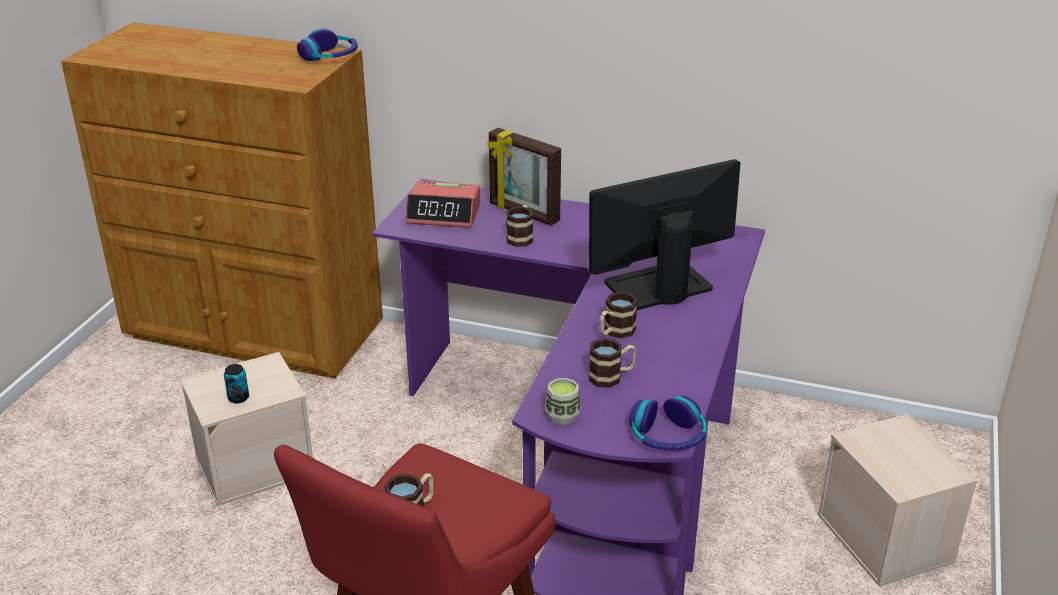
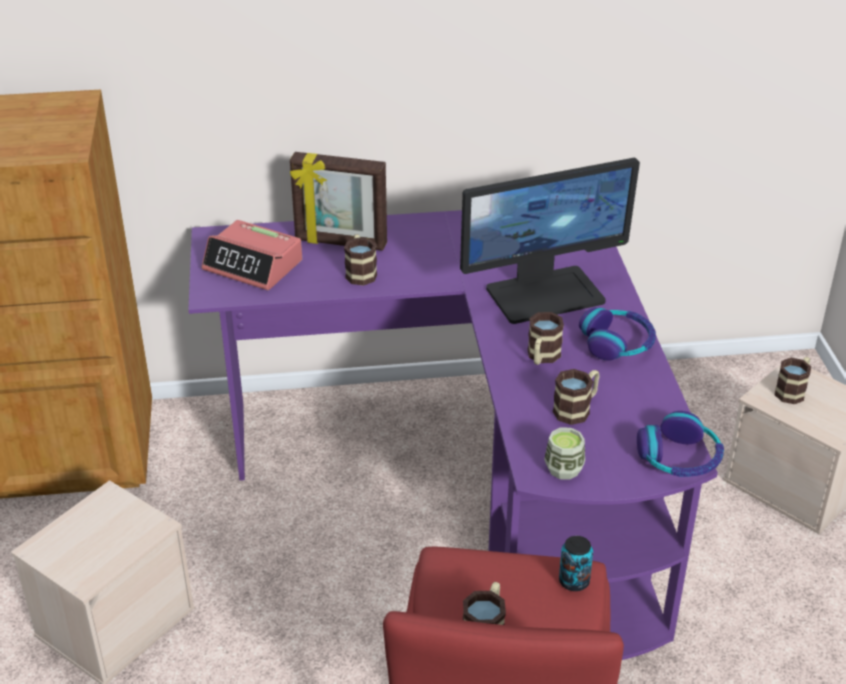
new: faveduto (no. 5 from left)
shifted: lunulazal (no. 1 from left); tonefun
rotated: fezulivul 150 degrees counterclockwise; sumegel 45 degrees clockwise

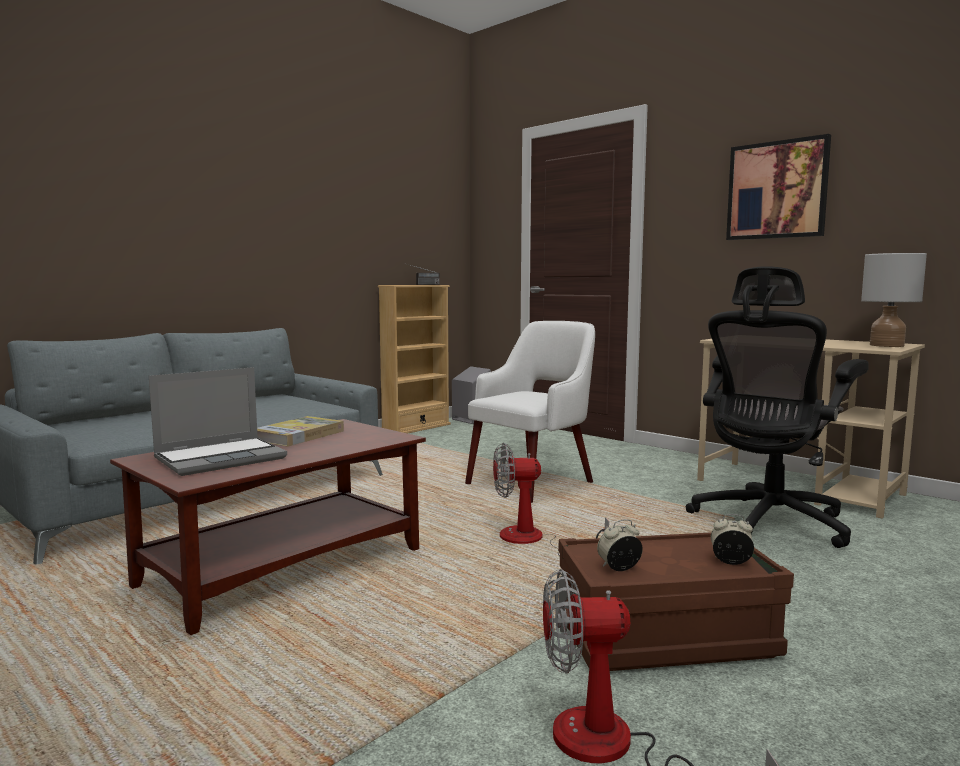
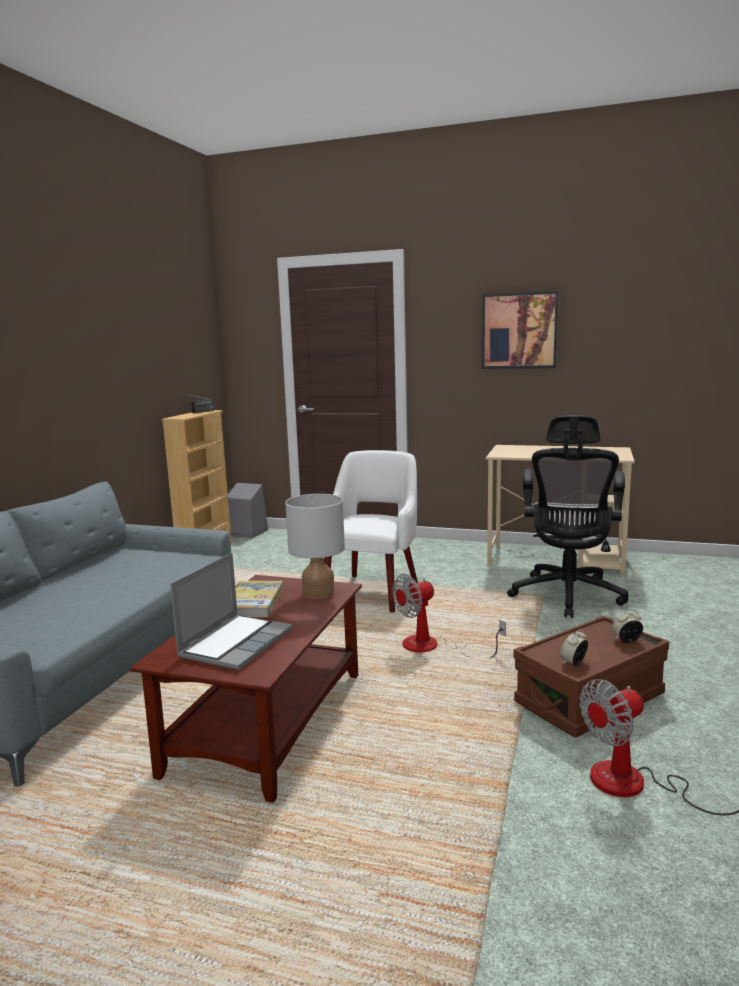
shifted: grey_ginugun

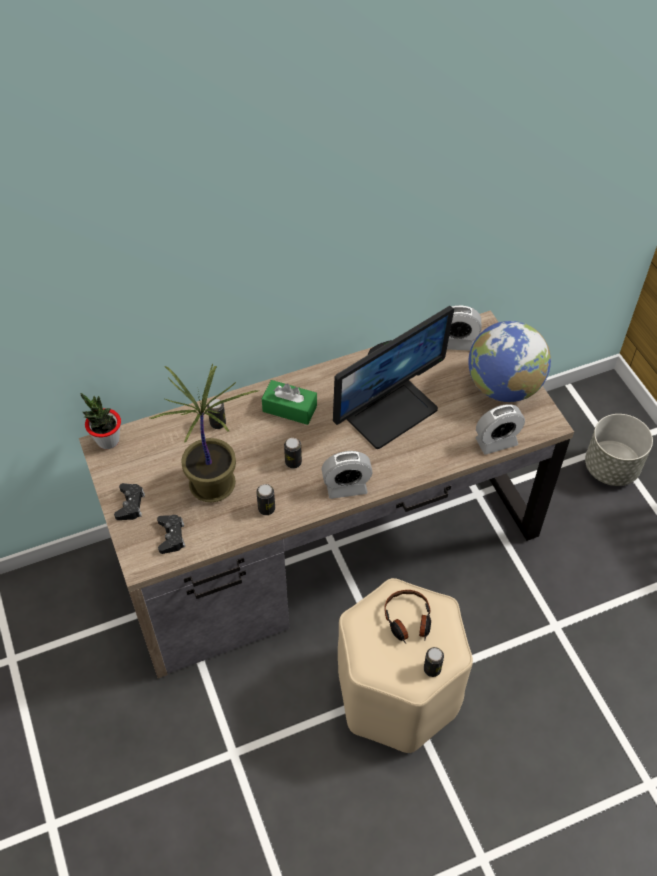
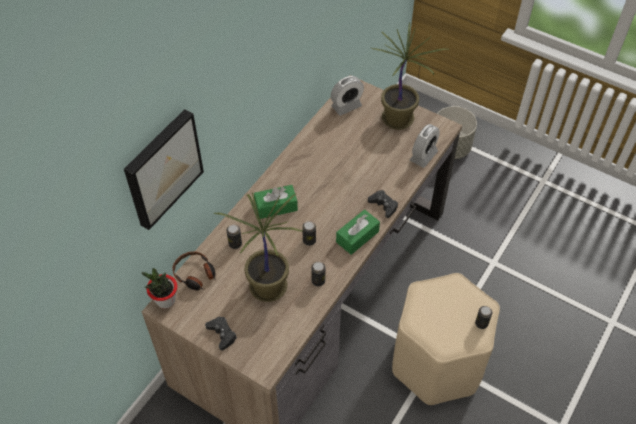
gone: fezulivul
new: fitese
shifted: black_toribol (no. 2 from left); lunulazal
swapped: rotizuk to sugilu (no. 3 from left); sumegel (no. 1 from left) to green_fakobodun (no. 2 from left)

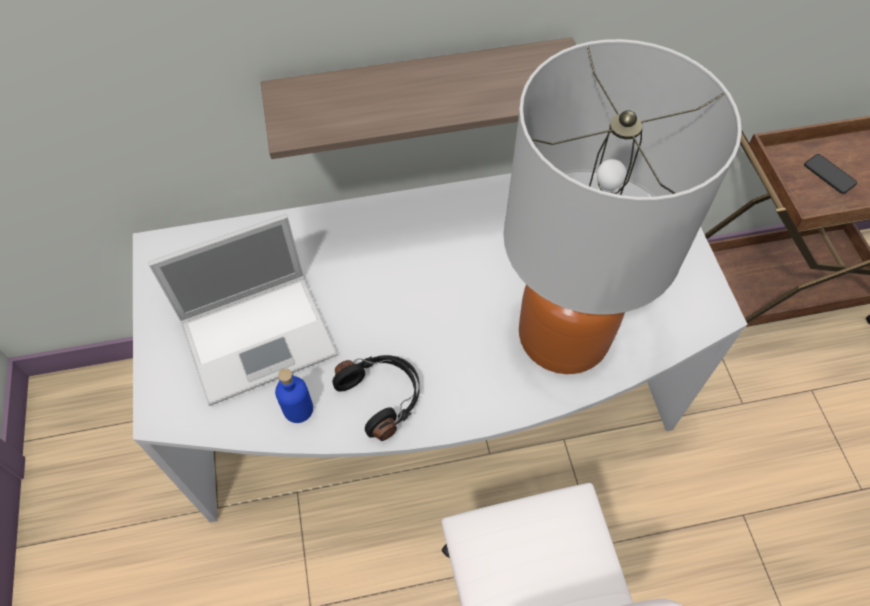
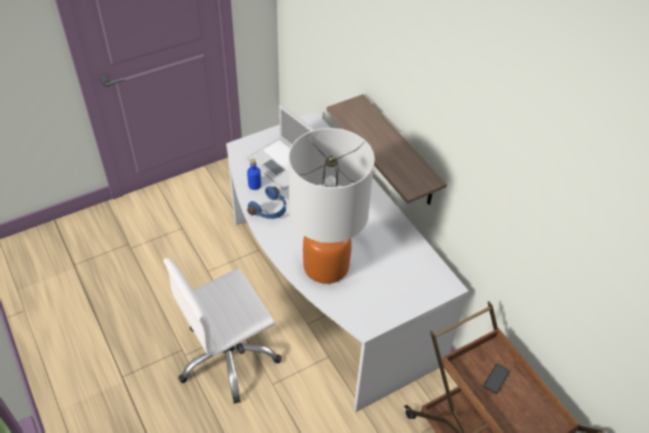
repainted: black_lunulazal to blue_lunulazal

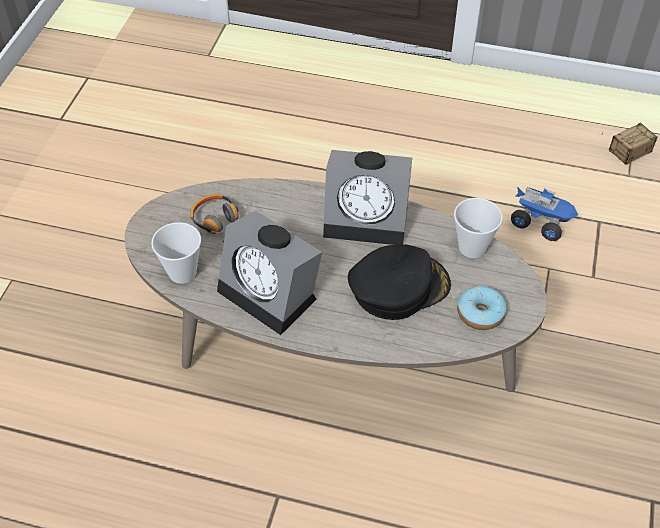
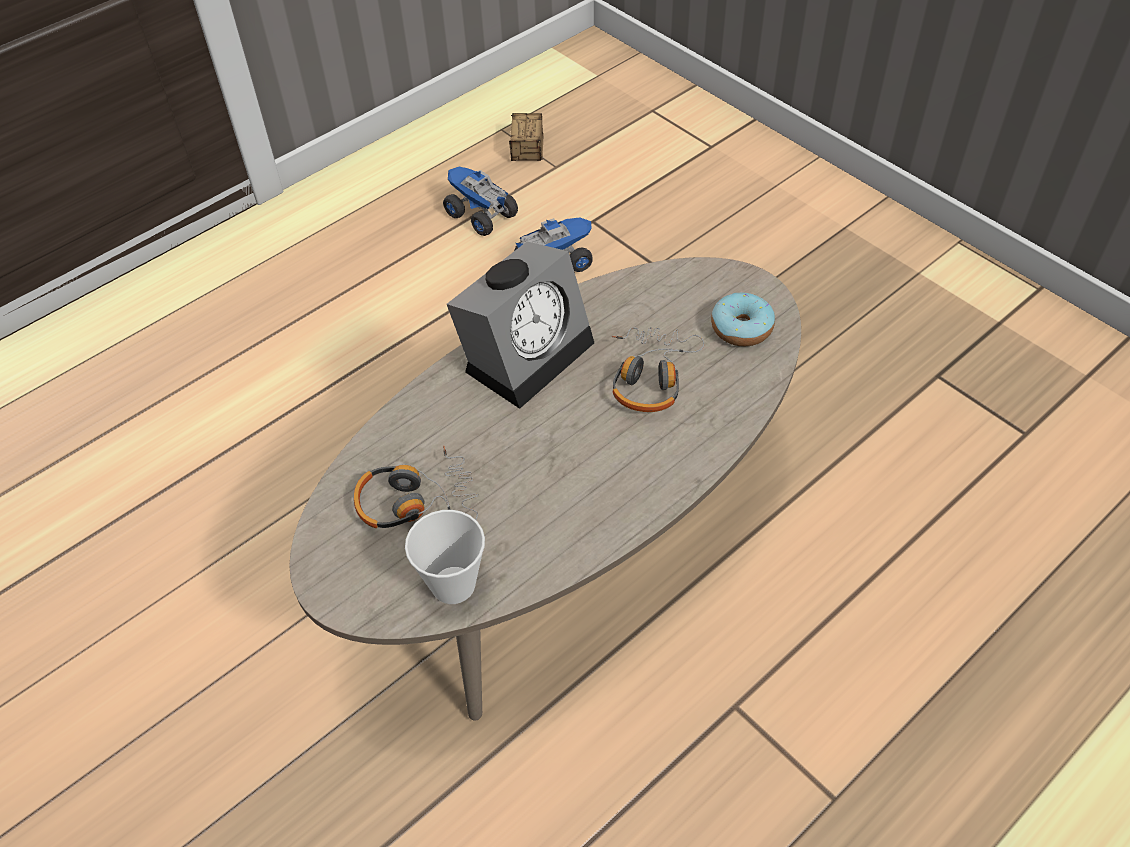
gone: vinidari (no. 2 from left); sumegel (no. 1 from left)
new: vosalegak (no. 1 from left)
swapped: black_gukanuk to lunulazal (no. 2 from left)

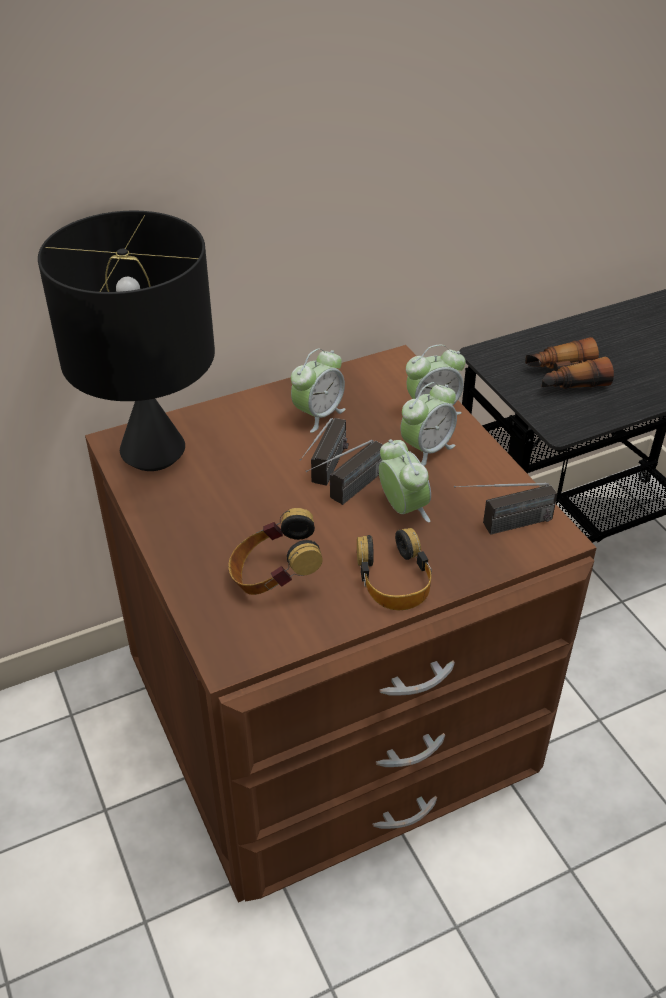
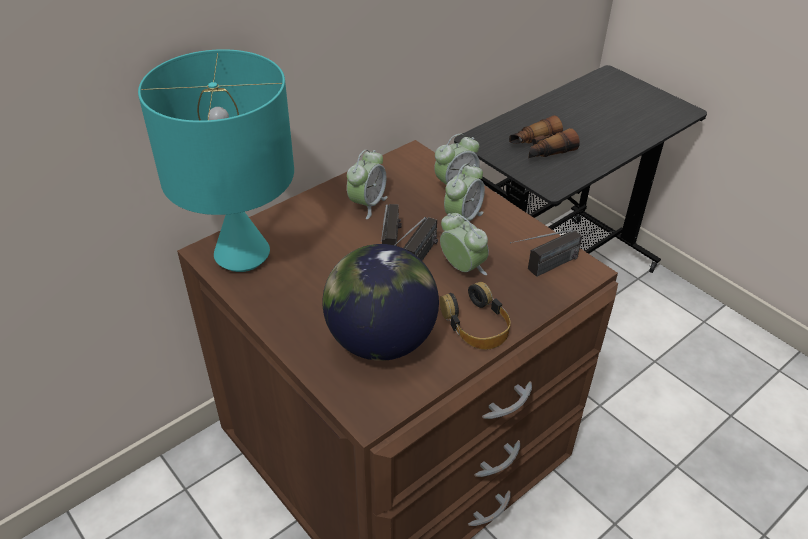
swapped: lunulazal (no. 1 from left) to rotizuk
repainted: black_ginugun to turquoise_ginugun

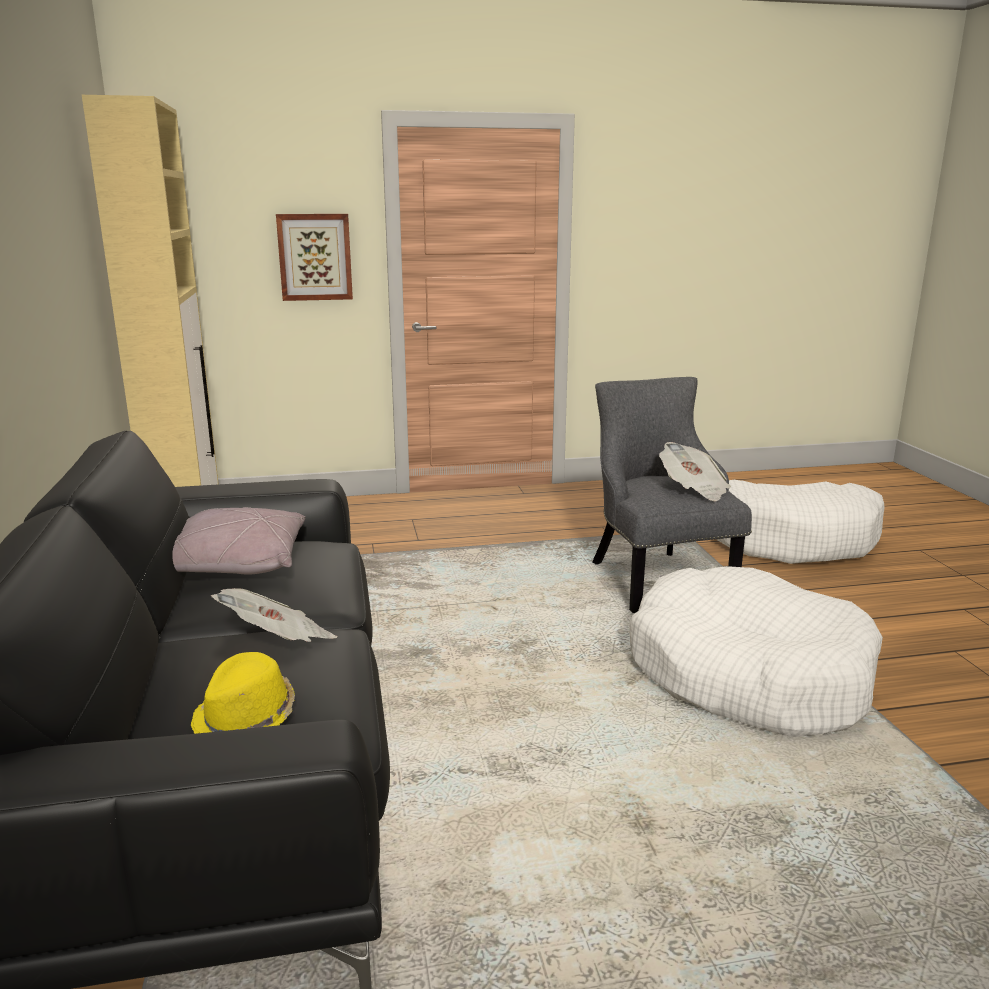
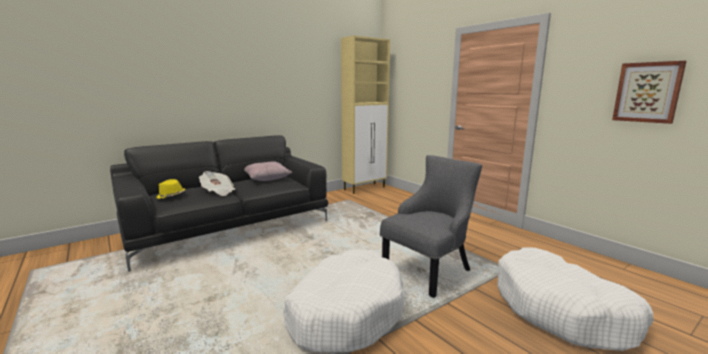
gone: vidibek (no. 2 from left)
shifted: fitese

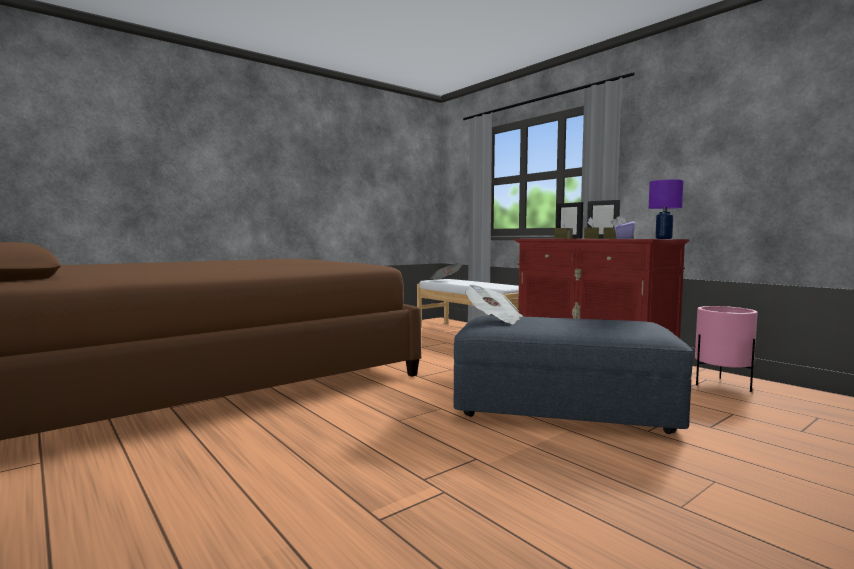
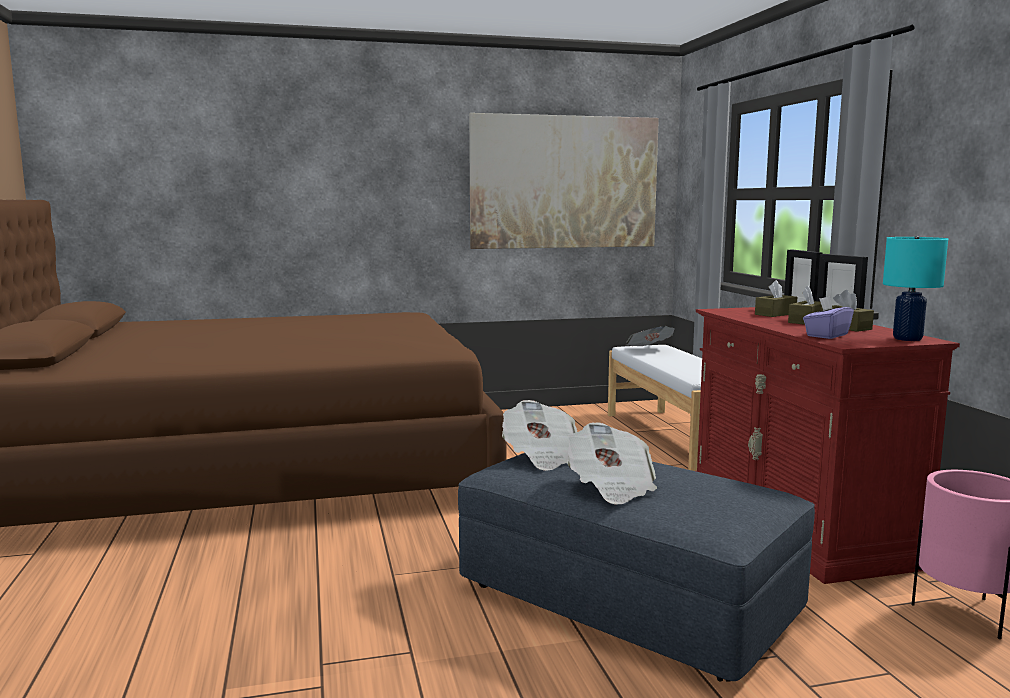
new: fitese; vidibek (no. 2 from left)
repainted: purple_ginugun to turquoise_ginugun

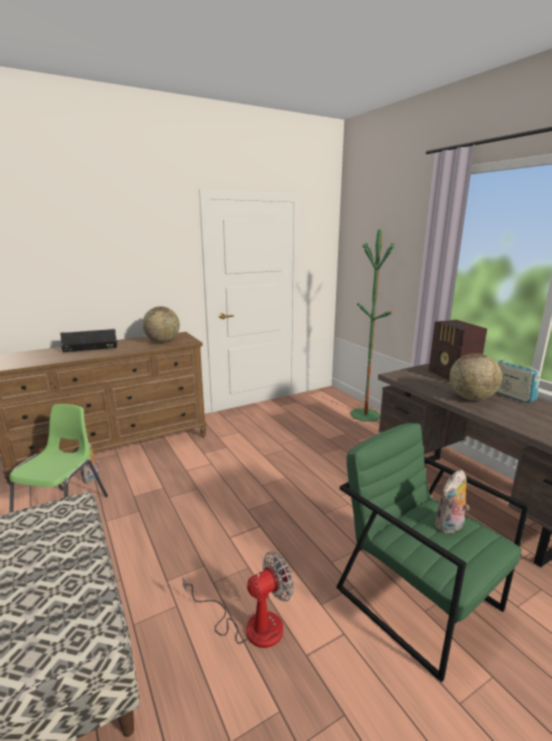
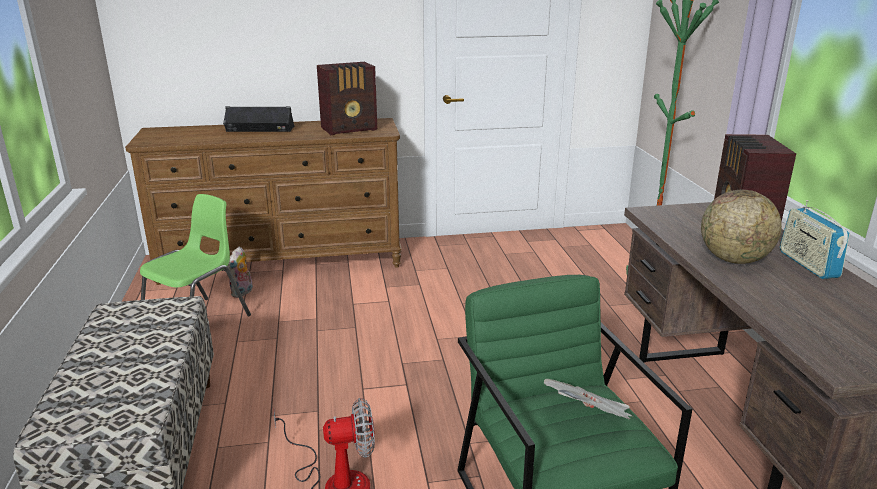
swapped: rotizuk (no. 1 from left) to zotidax (no. 1 from left); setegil (no. 2 from left) to vidibek

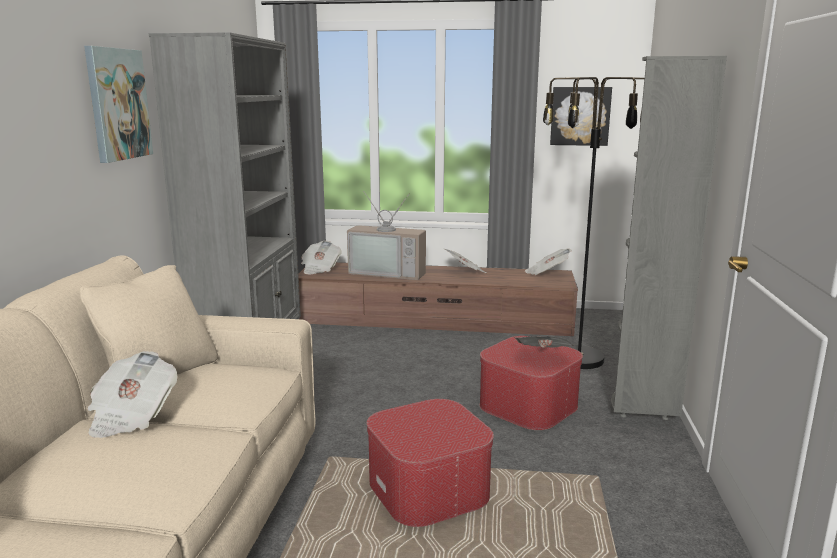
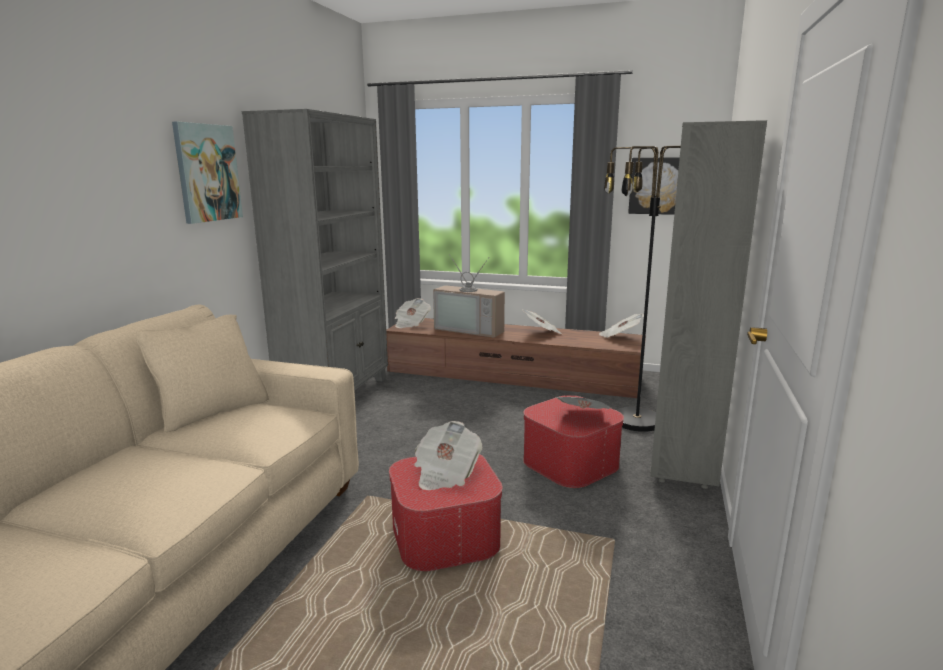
shifted: vidibek (no. 1 from left in the first image) to vidibek (no. 2 from left)

